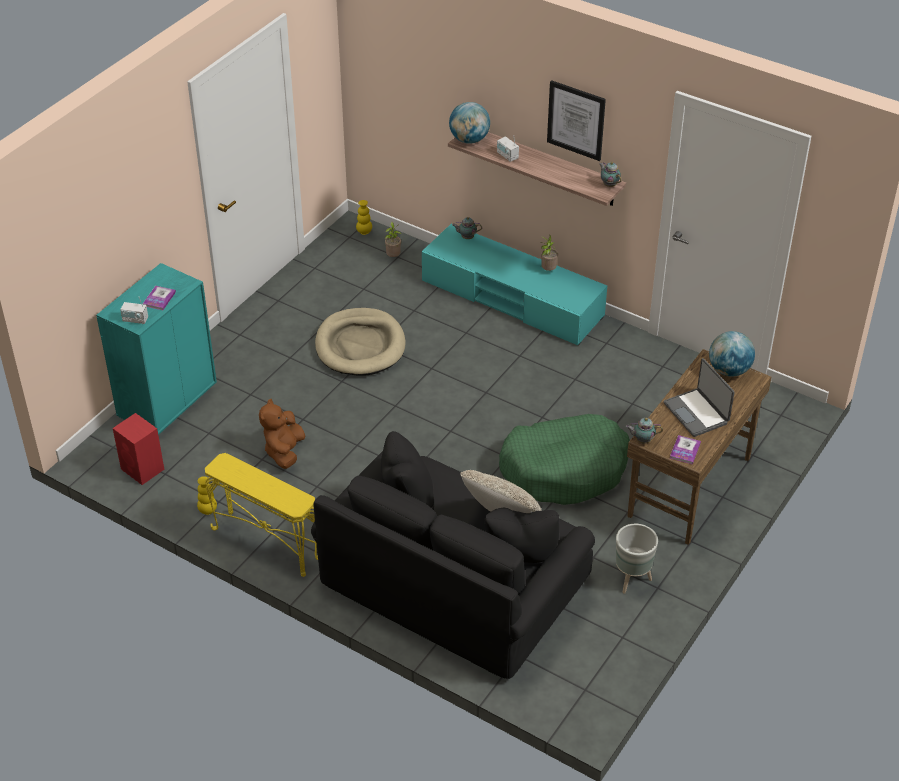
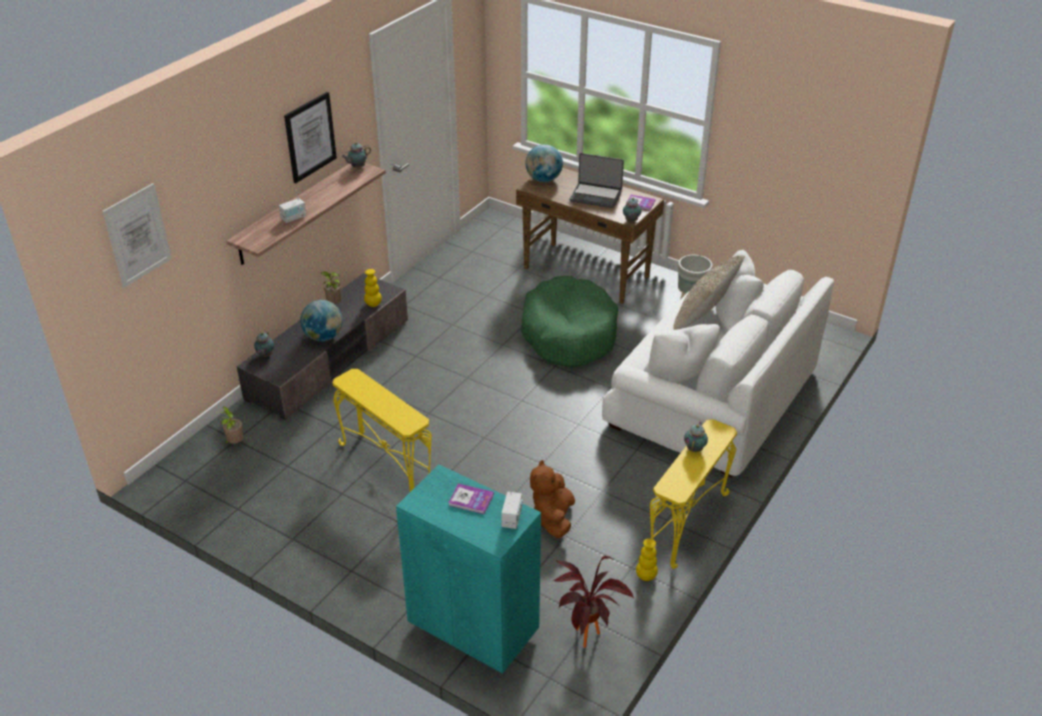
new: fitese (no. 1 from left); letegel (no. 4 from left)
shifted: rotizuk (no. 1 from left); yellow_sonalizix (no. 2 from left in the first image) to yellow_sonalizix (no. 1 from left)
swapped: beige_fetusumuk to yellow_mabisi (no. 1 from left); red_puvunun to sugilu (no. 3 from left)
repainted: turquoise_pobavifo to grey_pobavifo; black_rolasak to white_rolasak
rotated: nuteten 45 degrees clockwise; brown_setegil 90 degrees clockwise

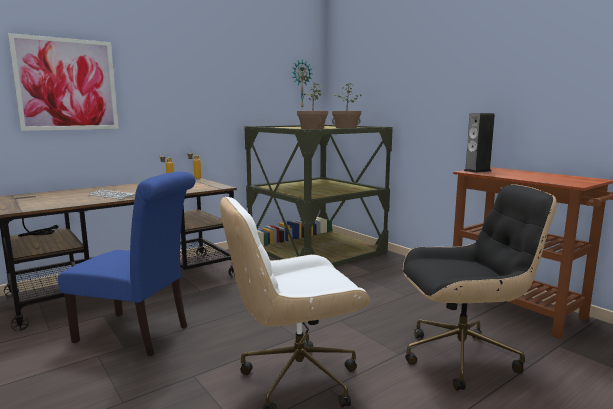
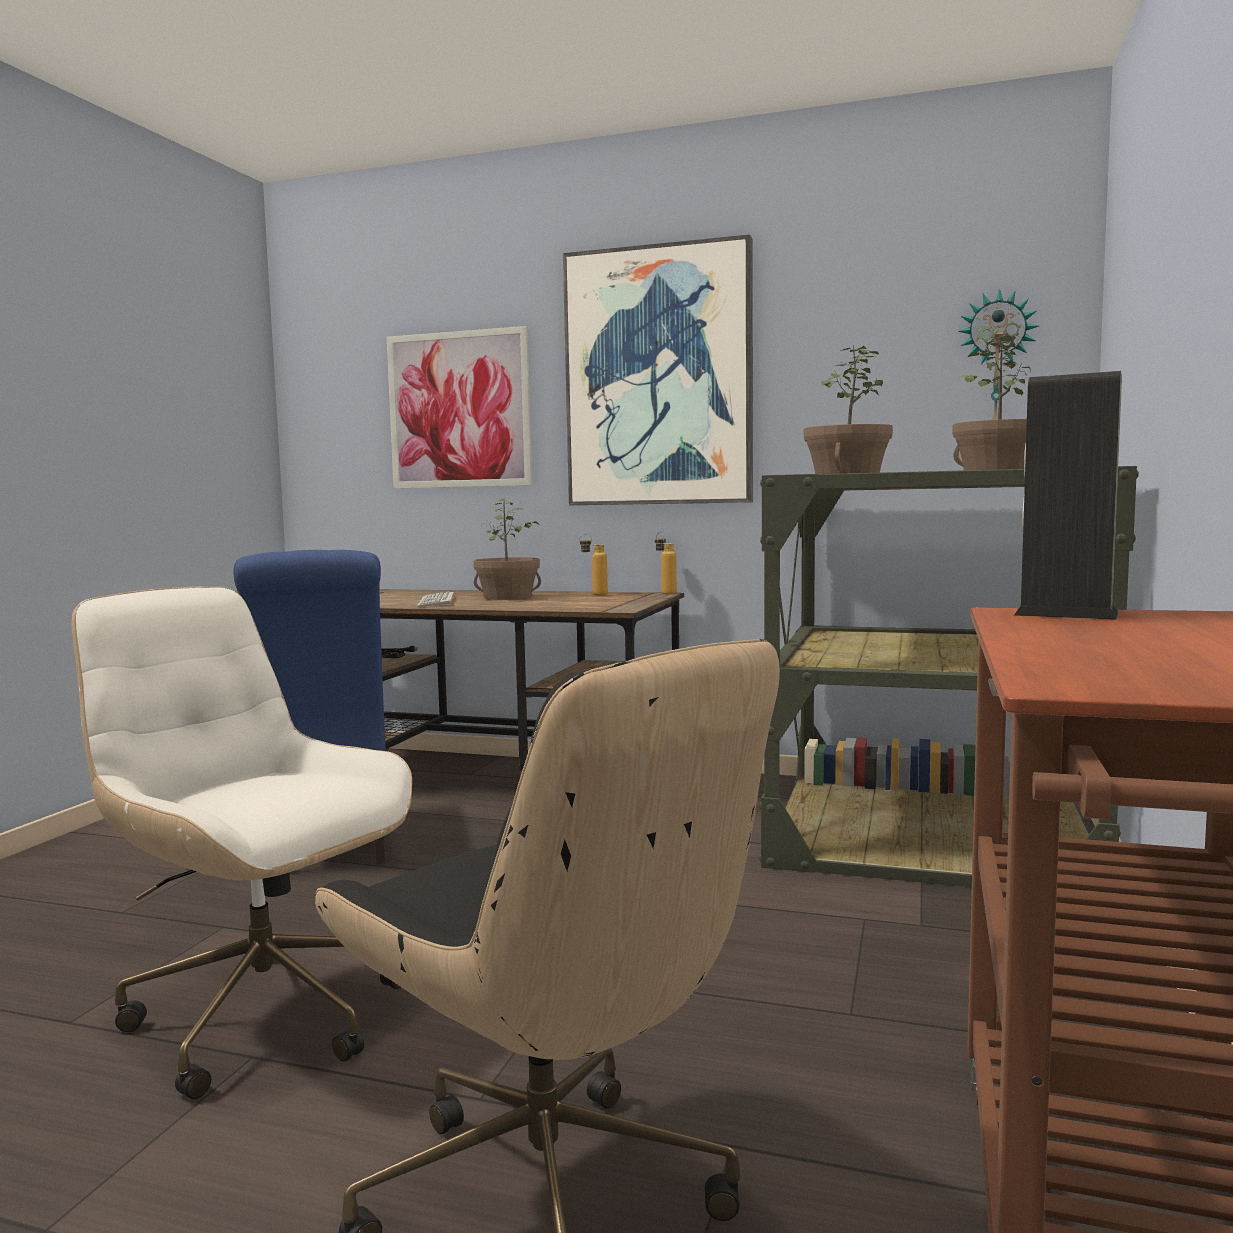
new: fitese (no. 2 from left); sugilu (no. 1 from left)

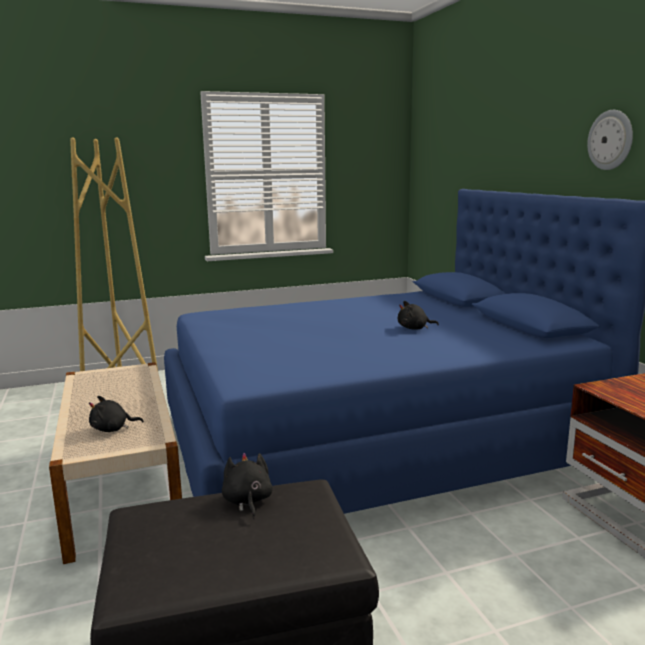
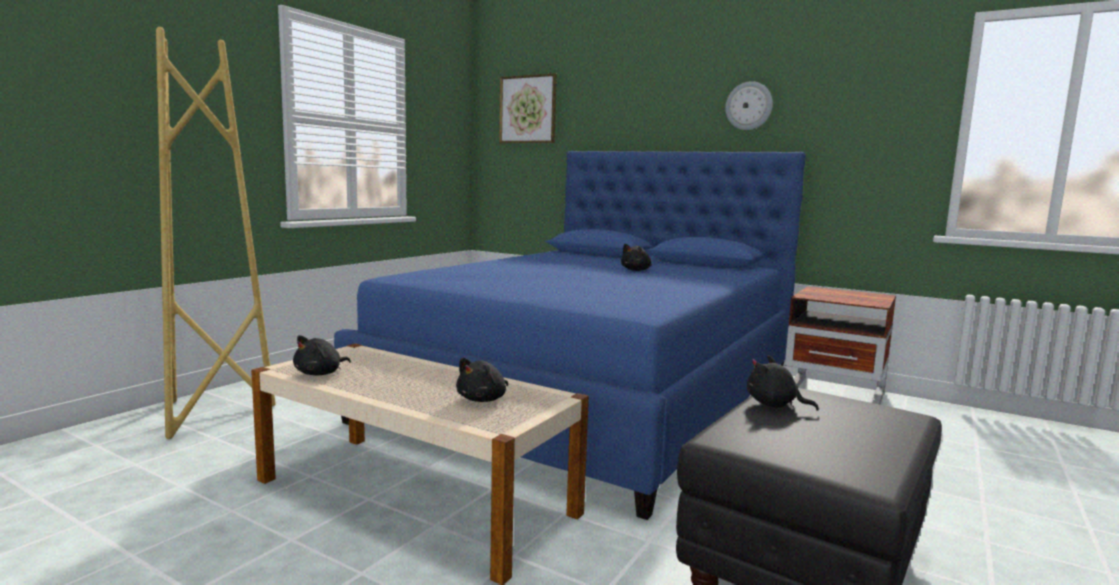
new: fitese; black_setegil (no. 1 from left)

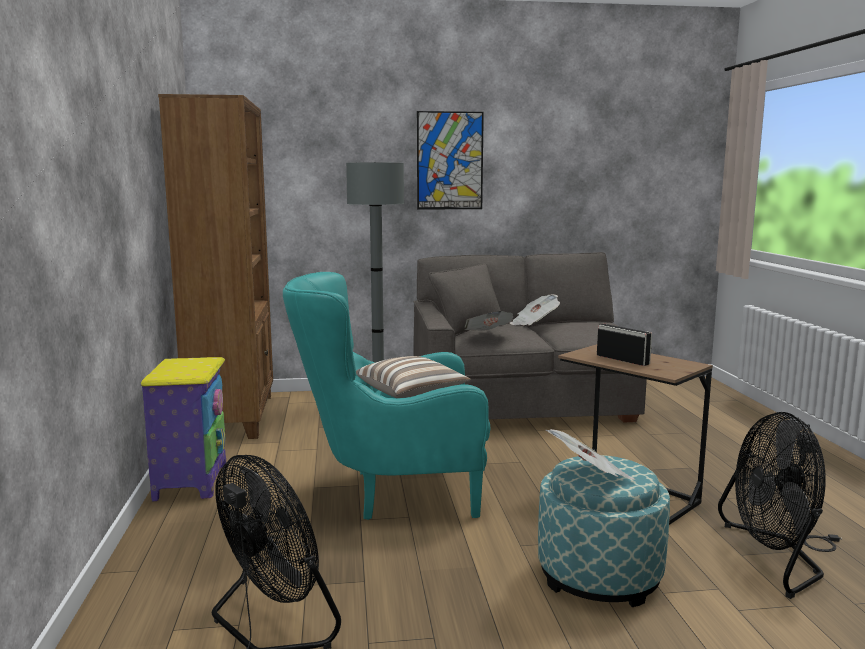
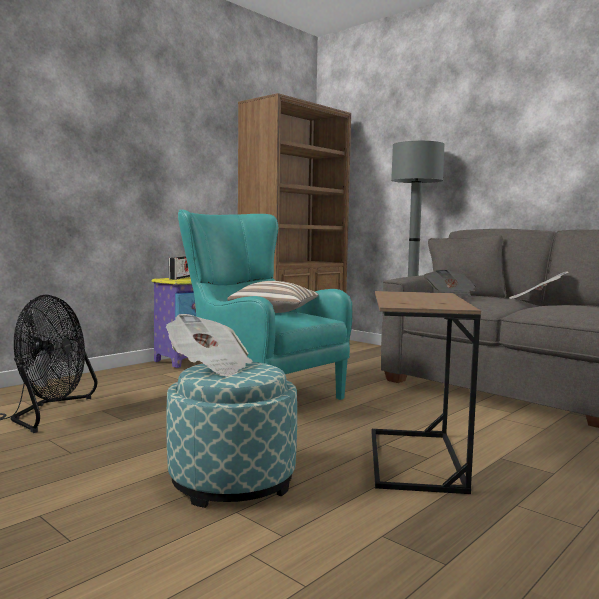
gone: fitese; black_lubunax (no. 2 from left)
shifted: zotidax

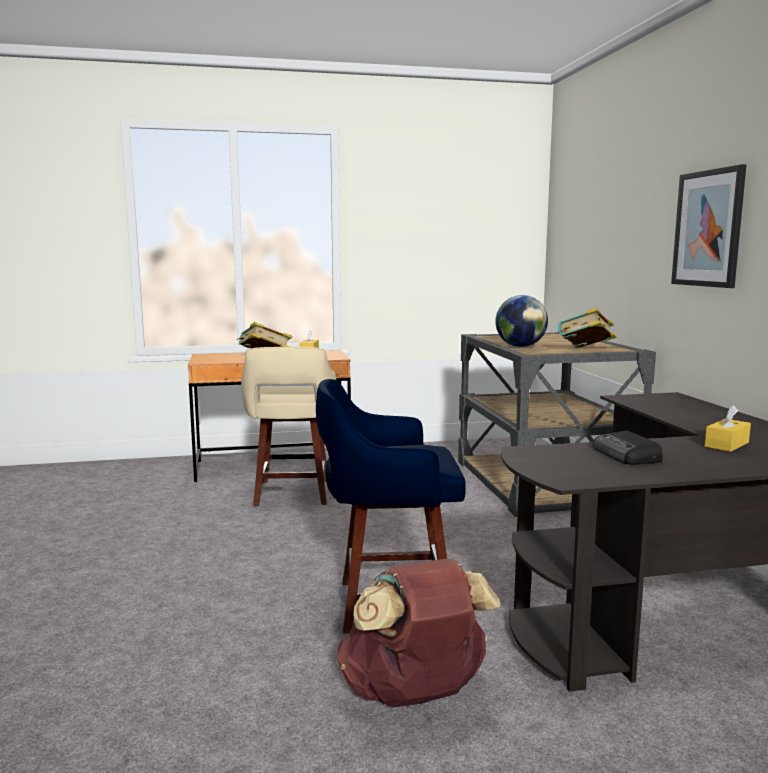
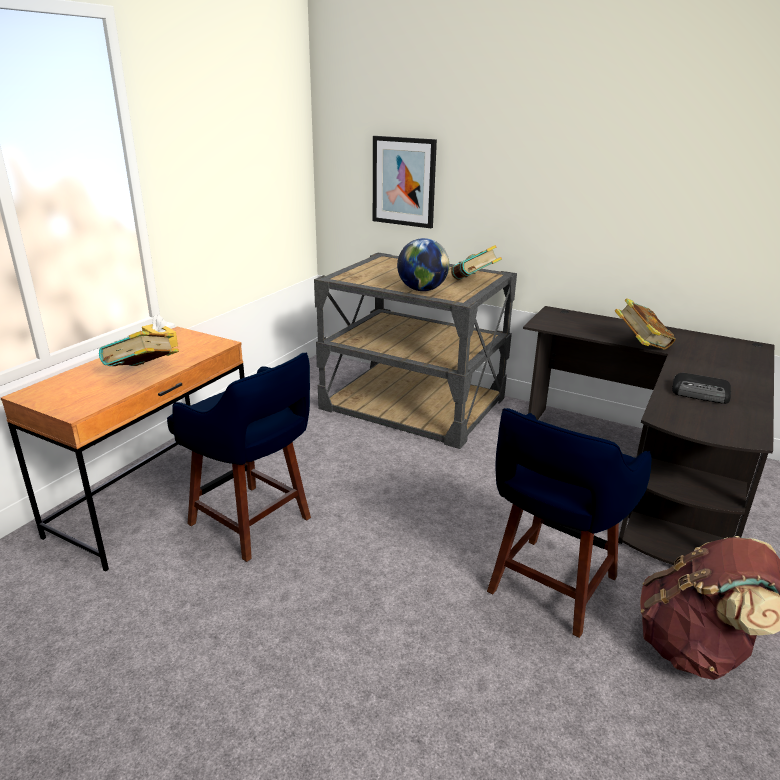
gone: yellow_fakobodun (no. 2 from left)
new: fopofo (no. 3 from left)
shifted: fitese
repainted: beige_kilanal to blue_kilanal (no. 1 from left)

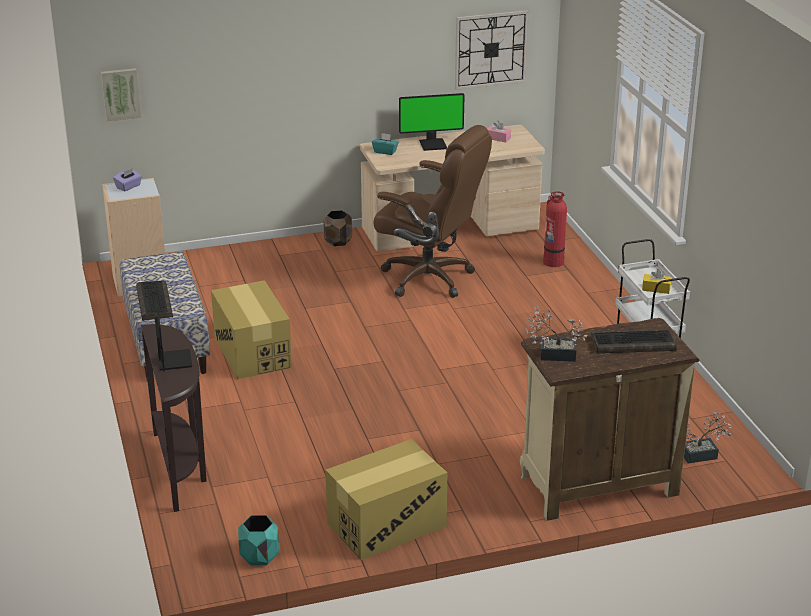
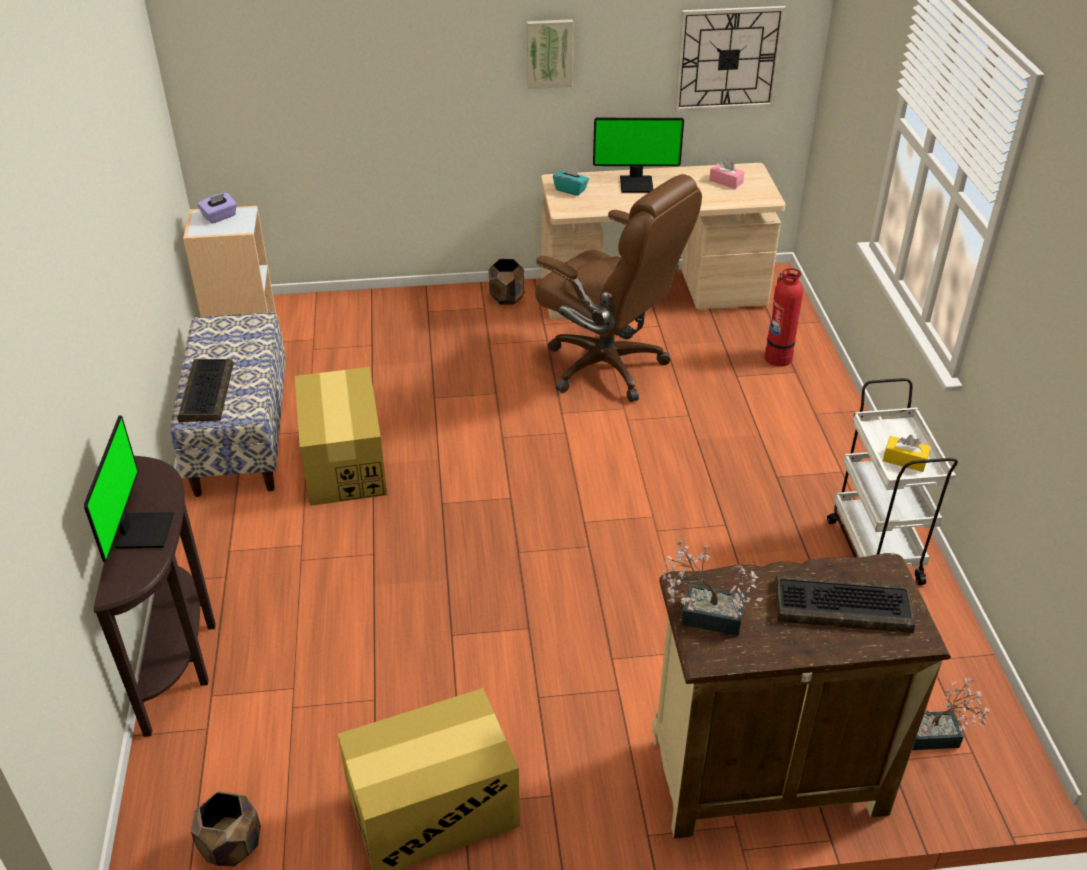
shifted: fitese
repainted: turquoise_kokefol to brown_kokefol (no. 1 from left)

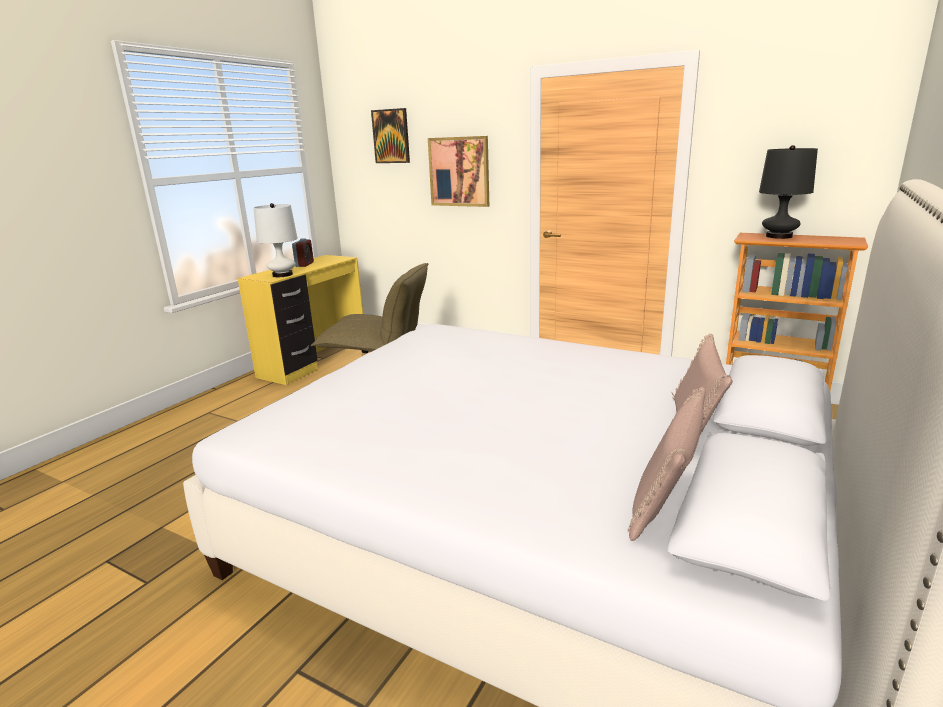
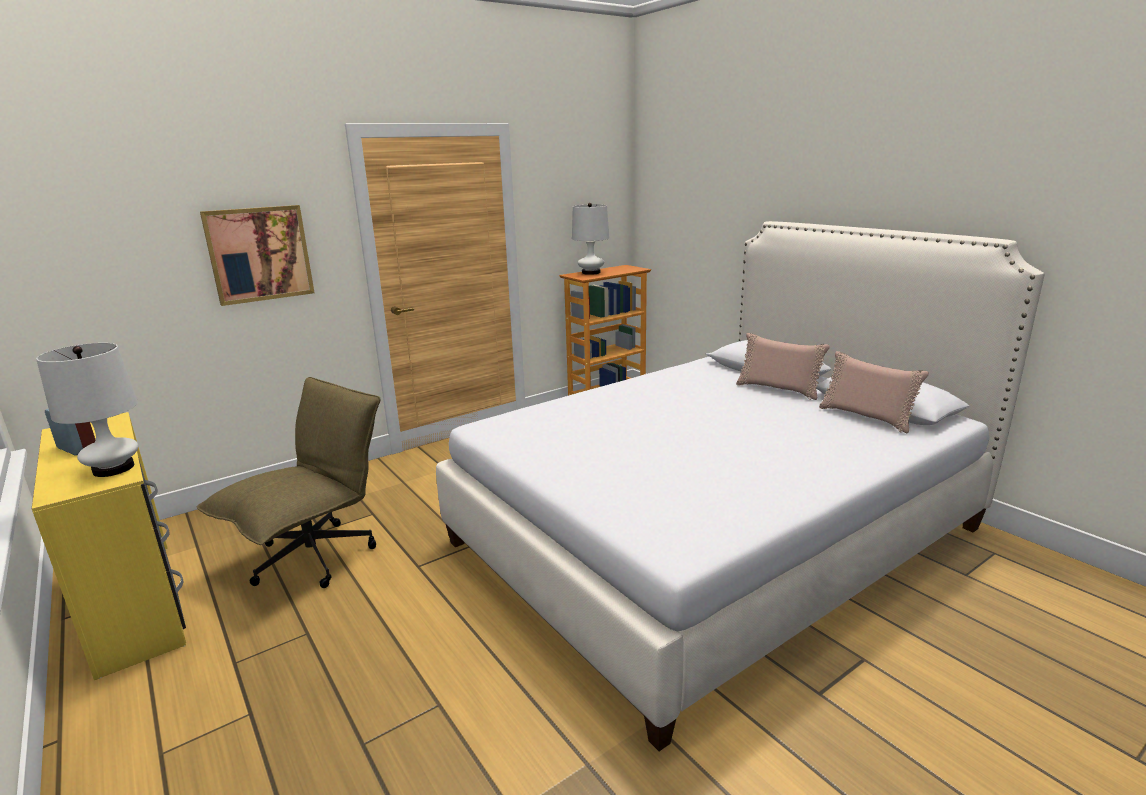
gone: fitese (no. 1 from left)
repainted: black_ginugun to white_ginugun (no. 2 from left)

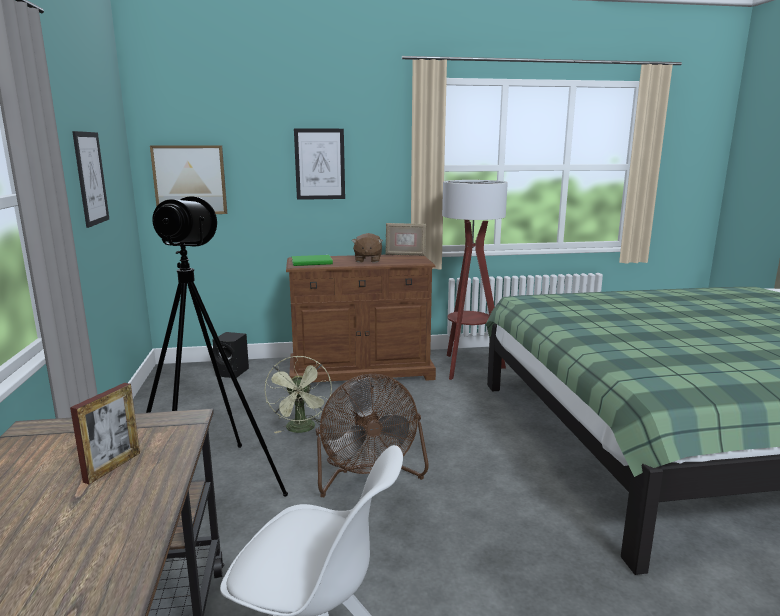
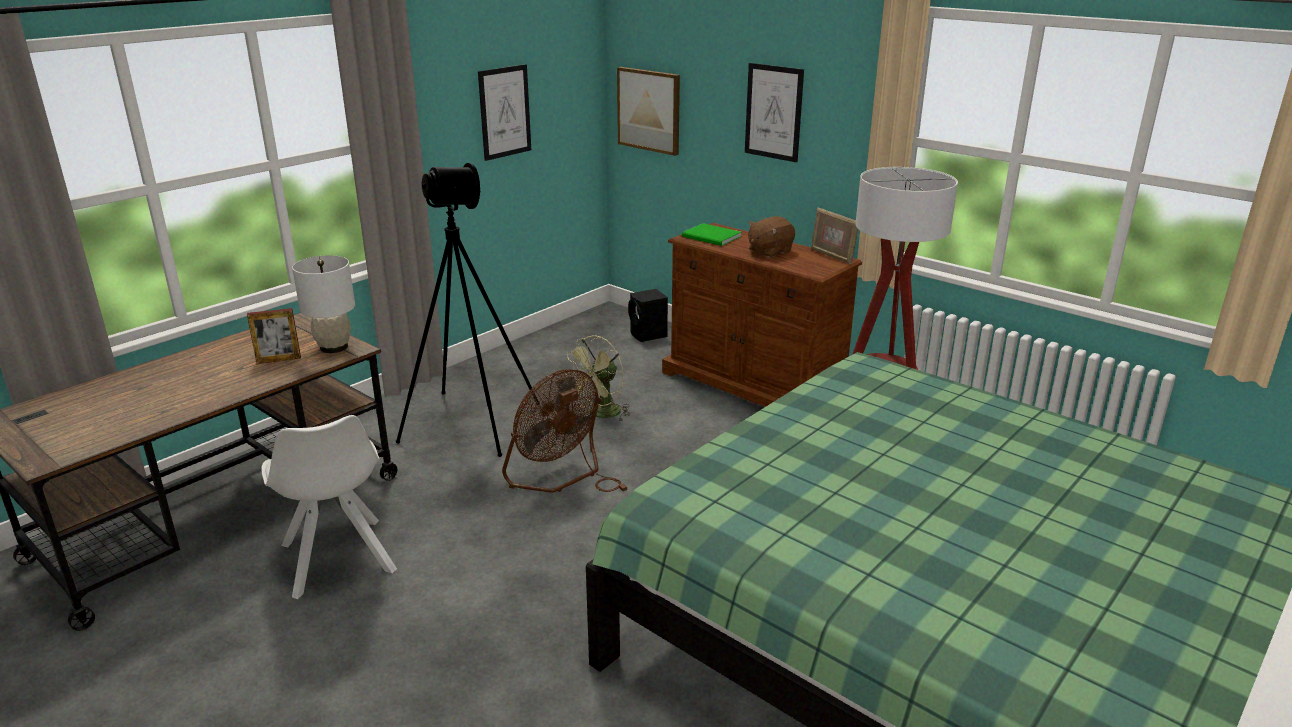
new: white_ginugun
rotated: brown_lubunax 105 degrees clockwise

